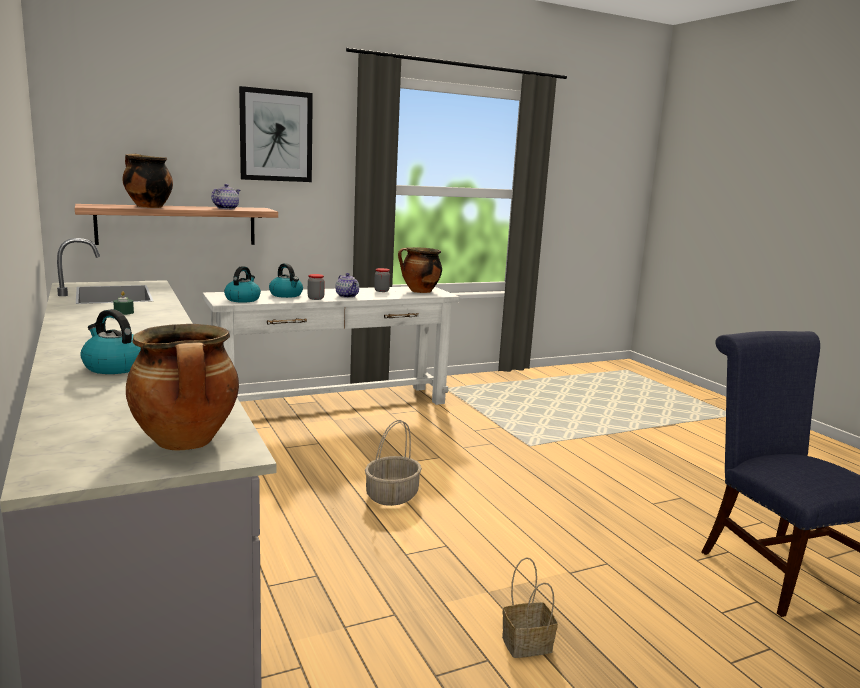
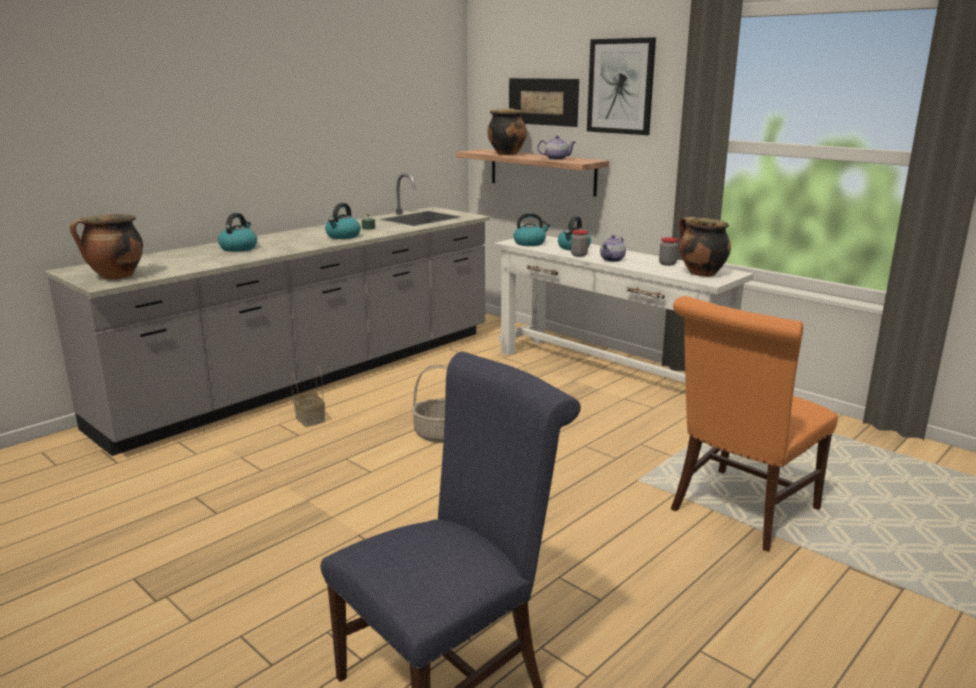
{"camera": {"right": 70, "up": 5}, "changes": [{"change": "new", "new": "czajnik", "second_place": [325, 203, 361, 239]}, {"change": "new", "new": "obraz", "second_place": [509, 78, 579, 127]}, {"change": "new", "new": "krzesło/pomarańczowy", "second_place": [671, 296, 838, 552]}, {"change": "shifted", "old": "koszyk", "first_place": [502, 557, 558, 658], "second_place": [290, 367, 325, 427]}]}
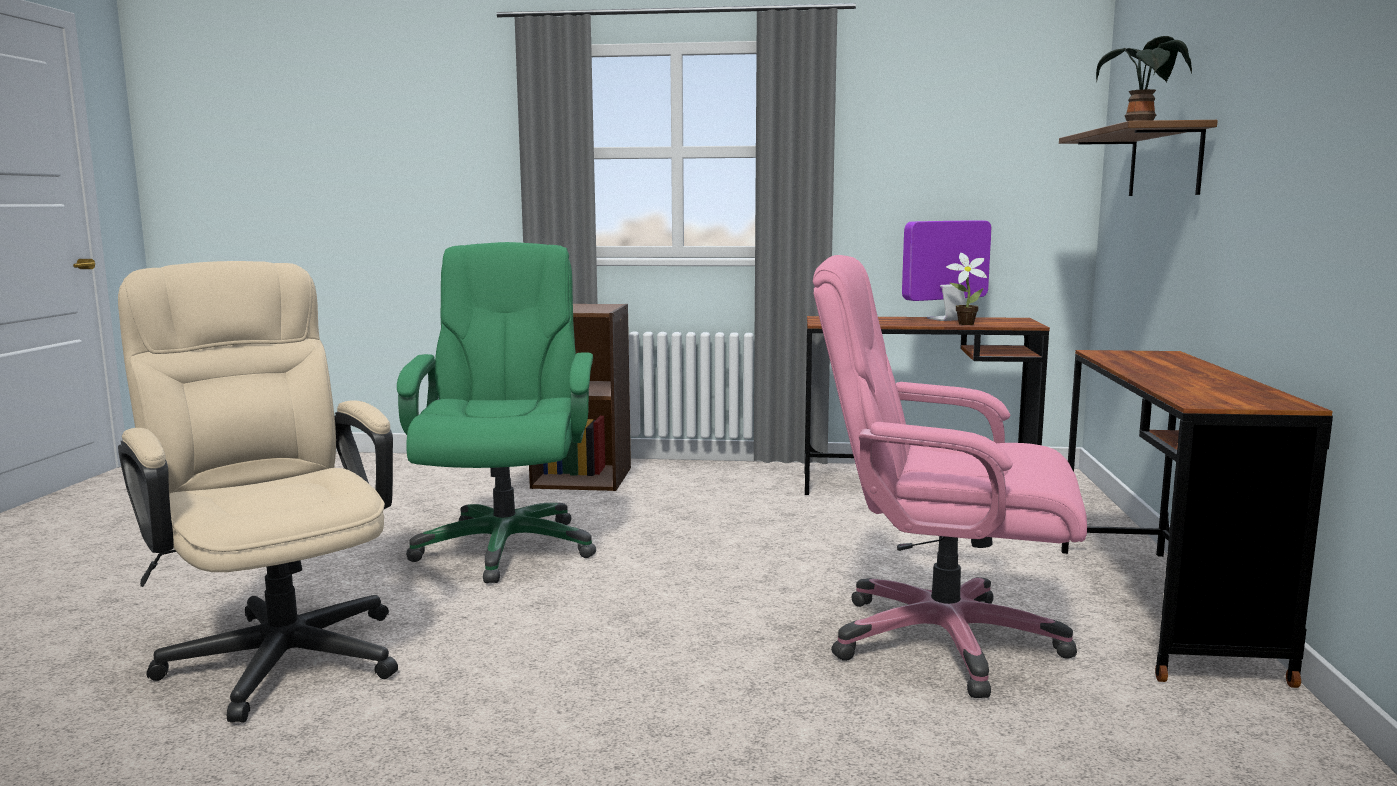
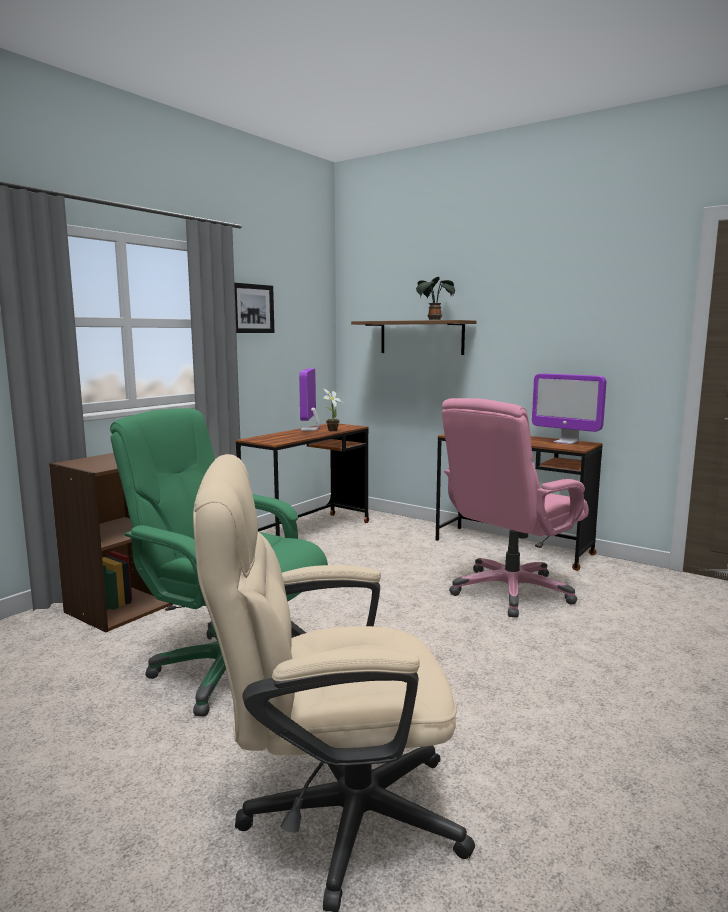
{"camera": {"right": -60, "up": 0}, "changes": [{"change": "new", "new": "obraz", "second_place": [234, 283, 274, 333]}, {"change": "new", "new": "monitor", "second_place": [532, 373, 606, 445]}]}
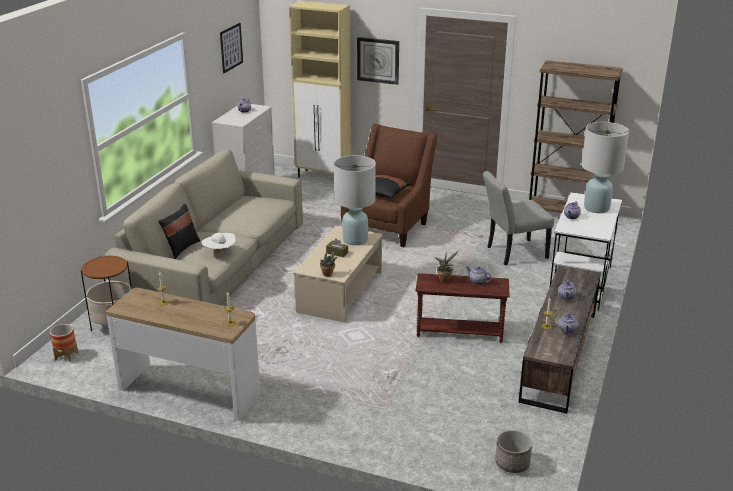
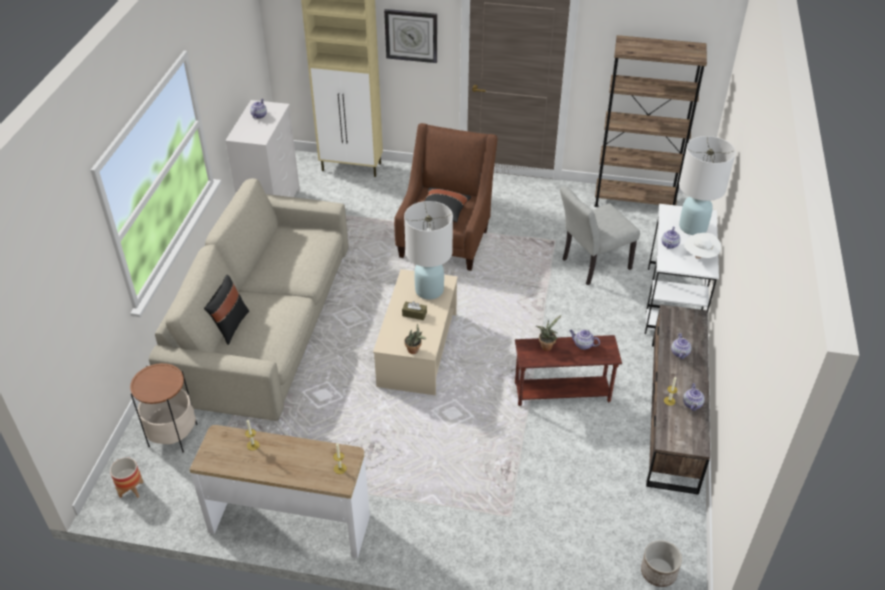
{"camera": {"right": -10, "up": 15}, "changes": [{"change": "gone", "old": "obraz", "first_place": [220, 23, 243, 73]}, {"change": "shifted", "old": "kapelusz/biały", "first_place": [202, 232, 236, 254], "second_place": [684, 233, 721, 259]}]}
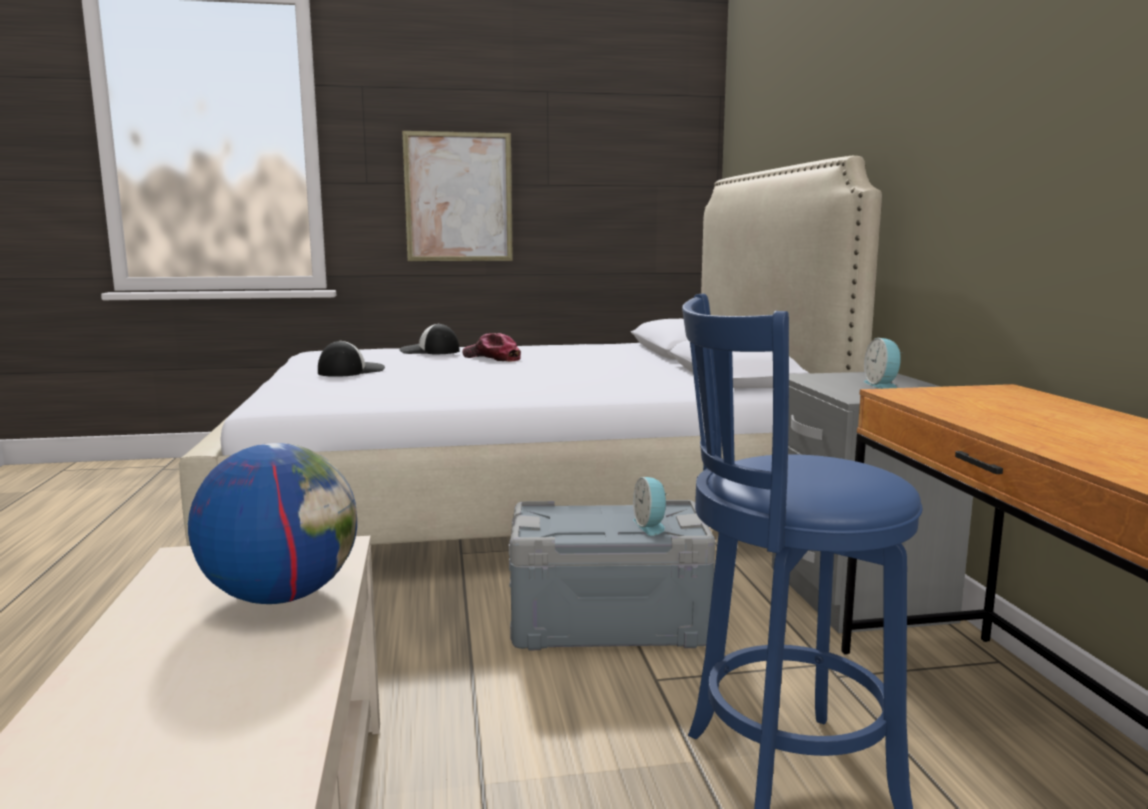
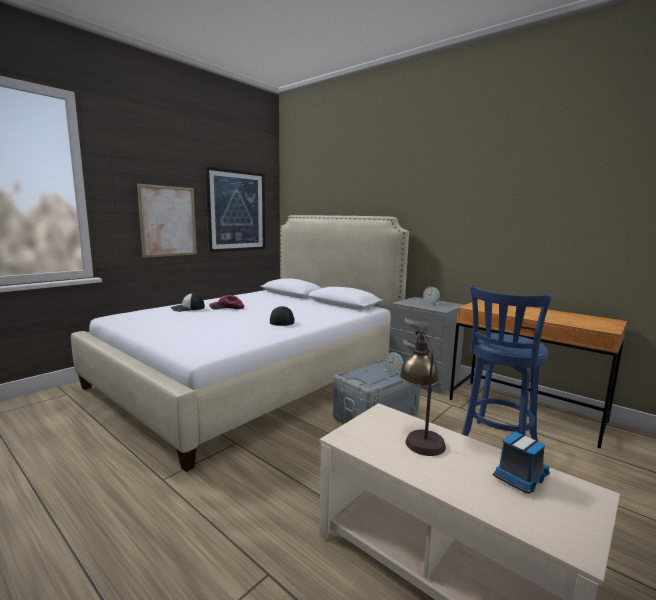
{"camera": {"right": -40, "up": 0}, "changes": [{"change": "new", "new": "obraz", "second_place": [205, 166, 265, 252]}, {"change": "new", "new": "ciężarówka zabawkowa", "second_place": [493, 432, 550, 494]}, {"change": "shifted", "old": "czapka z daszkiem", "first_place": [318, 341, 385, 377], "second_place": [270, 306, 295, 326]}, {"change": "swapped", "old": "globus", "new": "lampa stołowa", "first_place": [188, 443, 357, 604], "second_place": [400, 330, 446, 456]}]}
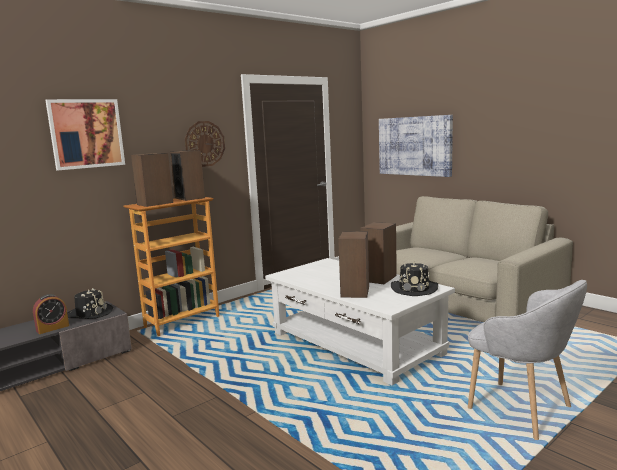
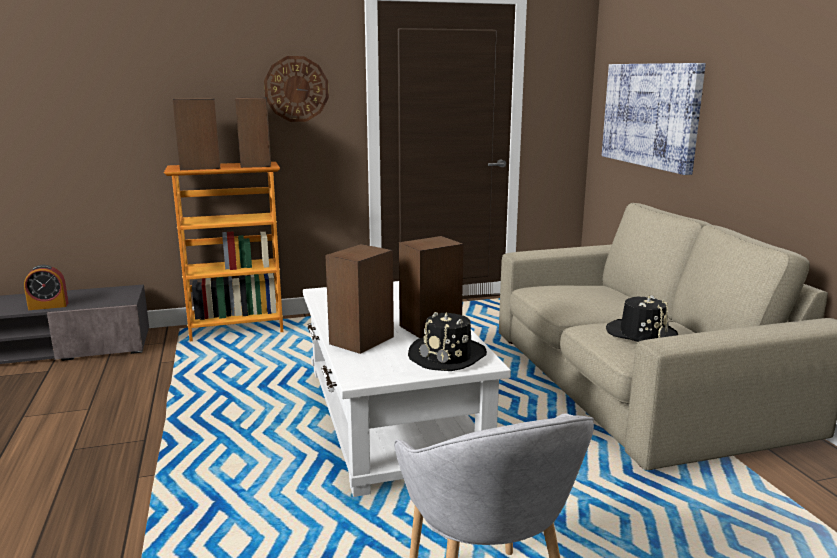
{"camera": {"right": 25, "up": 5}, "changes": [{"change": "gone", "old": "obraz", "first_place": [45, 99, 125, 170]}, {"change": "shifted", "old": "kapelusz/czarny", "first_place": [67, 288, 113, 319], "second_place": [606, 295, 678, 342]}]}
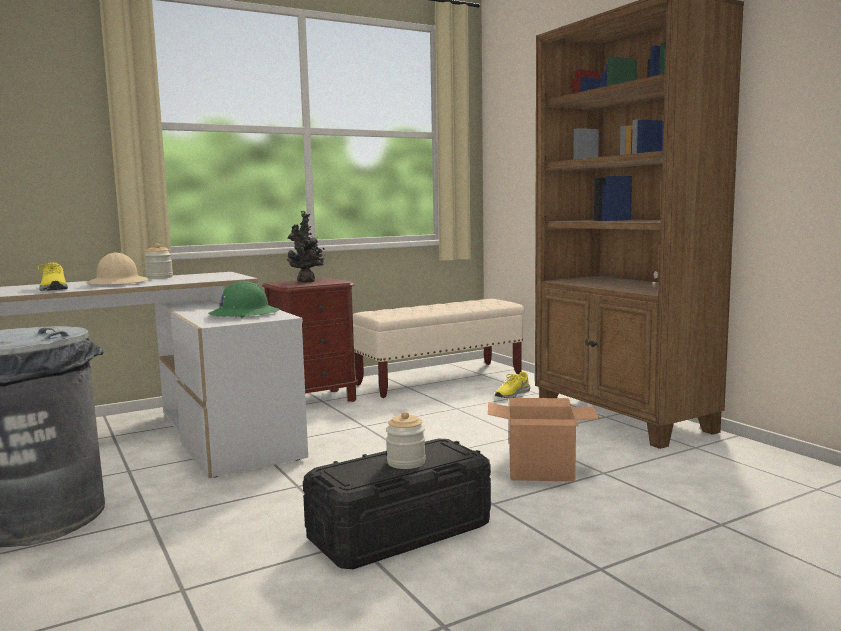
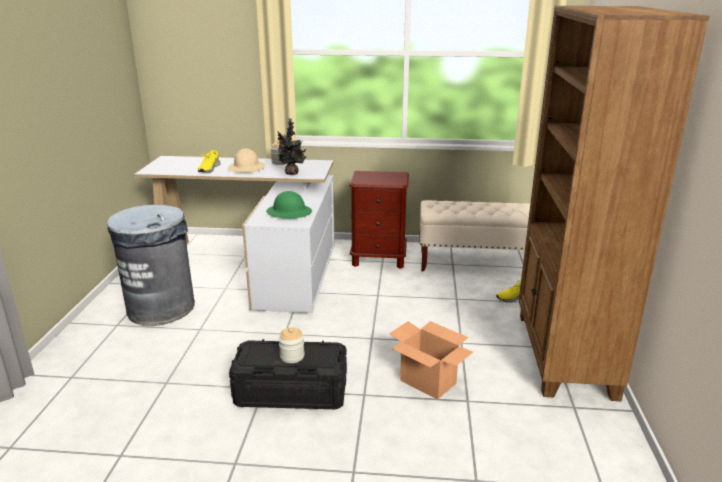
{"camera": {"right": 35, "up": 15}, "changes": [{"change": "shifted", "old": "roślina doniczkowa", "first_place": [287, 211, 325, 282], "second_place": [277, 118, 306, 175]}]}
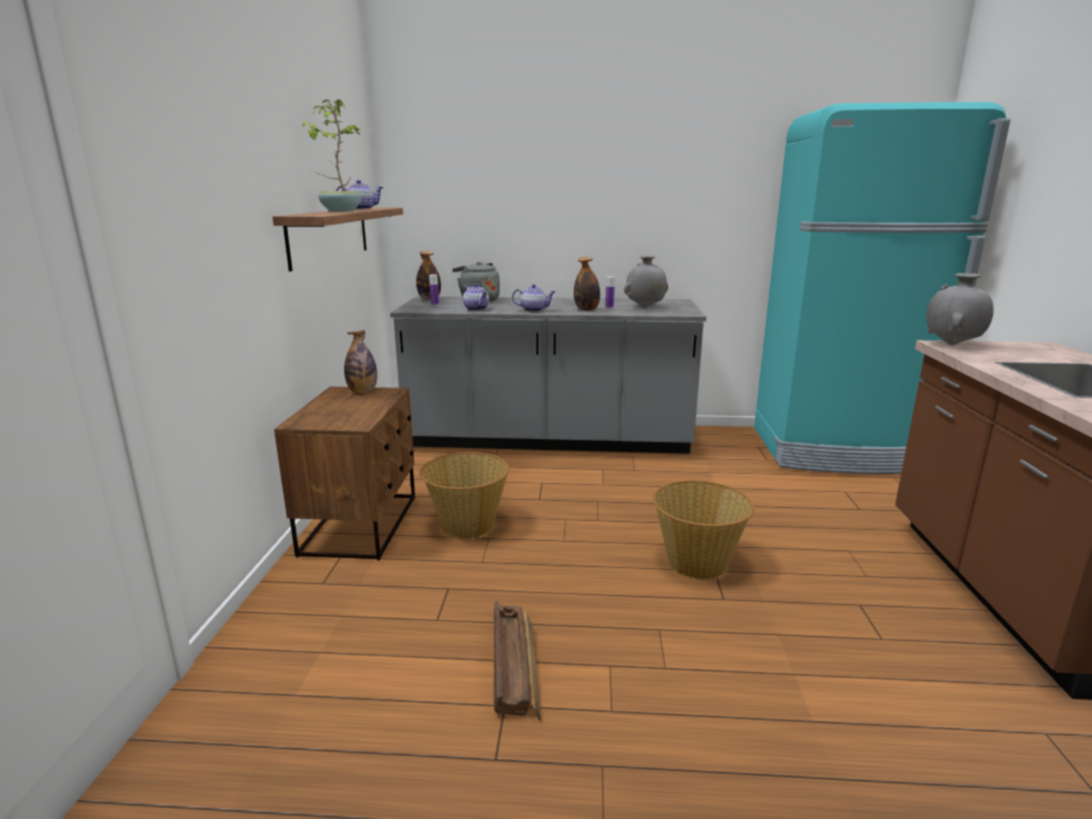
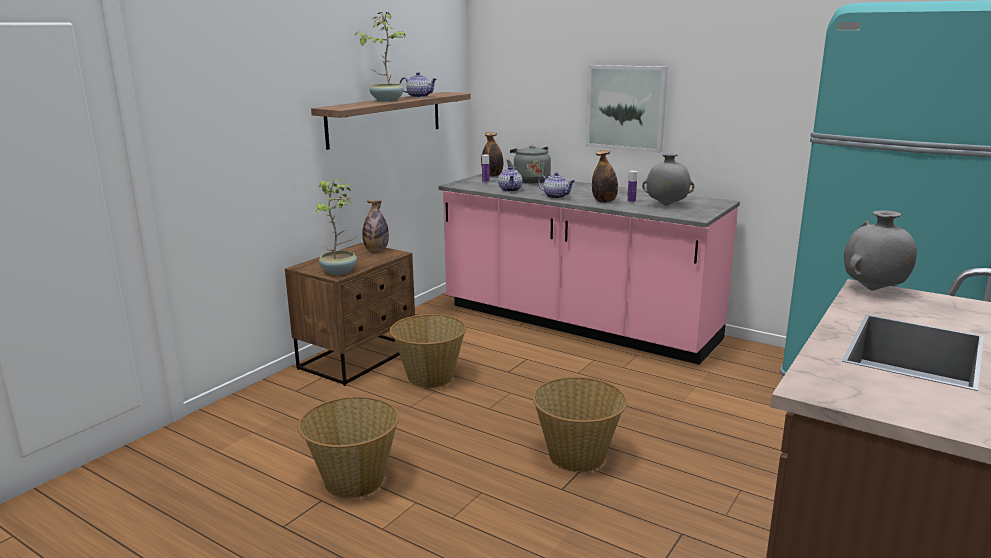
{"camera": {"right": 30, "up": 0}, "changes": [{"change": "new", "new": "roślina doniczkowa", "second_place": [316, 180, 357, 275]}, {"change": "new", "new": "obraz", "second_place": [586, 65, 668, 153]}, {"change": "swapped", "old": "skrzynka", "new": "koszyk", "first_place": [494, 601, 541, 721], "second_place": [298, 396, 399, 498]}, {"change": "repainted", "old": "zabudowa kuchenna/szary", "new": "zabudowa kuchenna/różowy", "first_place": [390, 296, 706, 454], "second_place": [438, 174, 740, 365]}]}
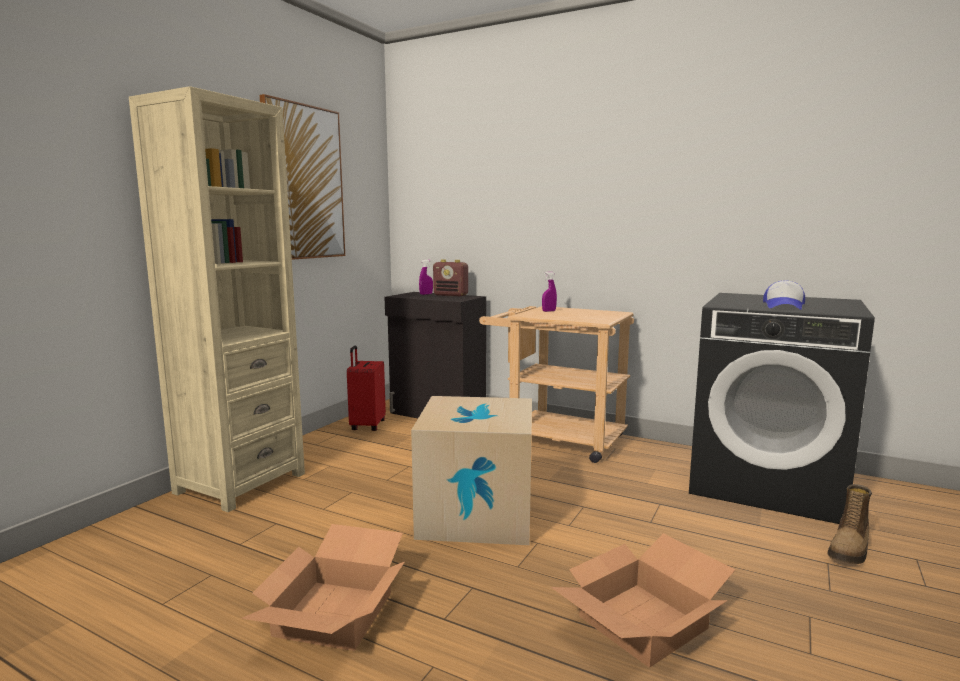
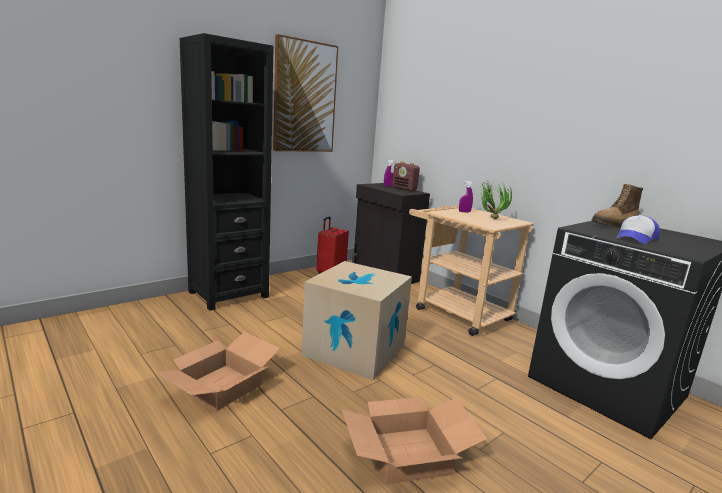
{"camera": {"right": 20, "up": 5}, "changes": [{"change": "new", "new": "roślina doniczkowa", "second_place": [479, 182, 512, 219]}, {"change": "shifted", "old": "but z cholewką", "first_place": [827, 484, 872, 564], "second_place": [591, 184, 643, 228]}, {"change": "repainted", "old": "regał/beżowy", "new": "regał/czarny", "first_place": [129, 86, 305, 512], "second_place": [180, 33, 274, 311]}]}
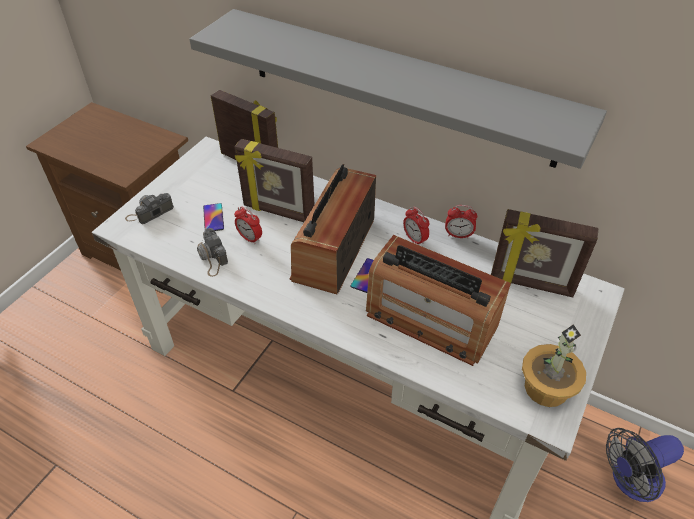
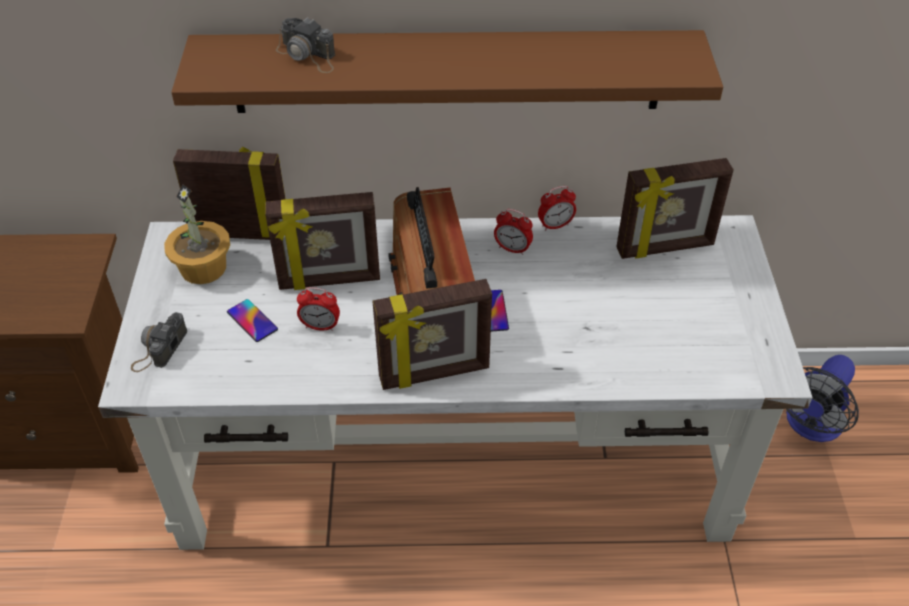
{"camera": {"right": -30, "up": 0}, "changes": [{"change": "gone", "old": "radio", "first_place": [366, 235, 511, 366]}, {"change": "new", "new": "ramka na zdjęcie", "second_place": [372, 279, 492, 390]}, {"change": "shifted", "old": "aparat fotograficzny", "first_place": [197, 228, 228, 277], "second_place": [276, 17, 335, 73]}, {"change": "shifted", "old": "roślina doniczkowa", "first_place": [522, 324, 586, 407], "second_place": [164, 185, 230, 284]}, {"change": "repainted", "old": "półka/szary", "new": "półka/brązowy", "first_place": [189, 9, 607, 169], "second_place": [171, 30, 723, 113]}]}
